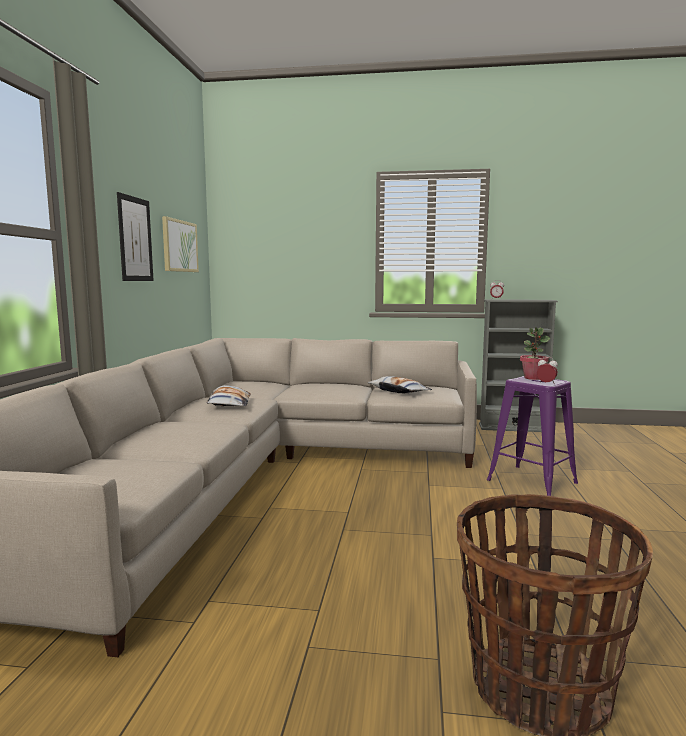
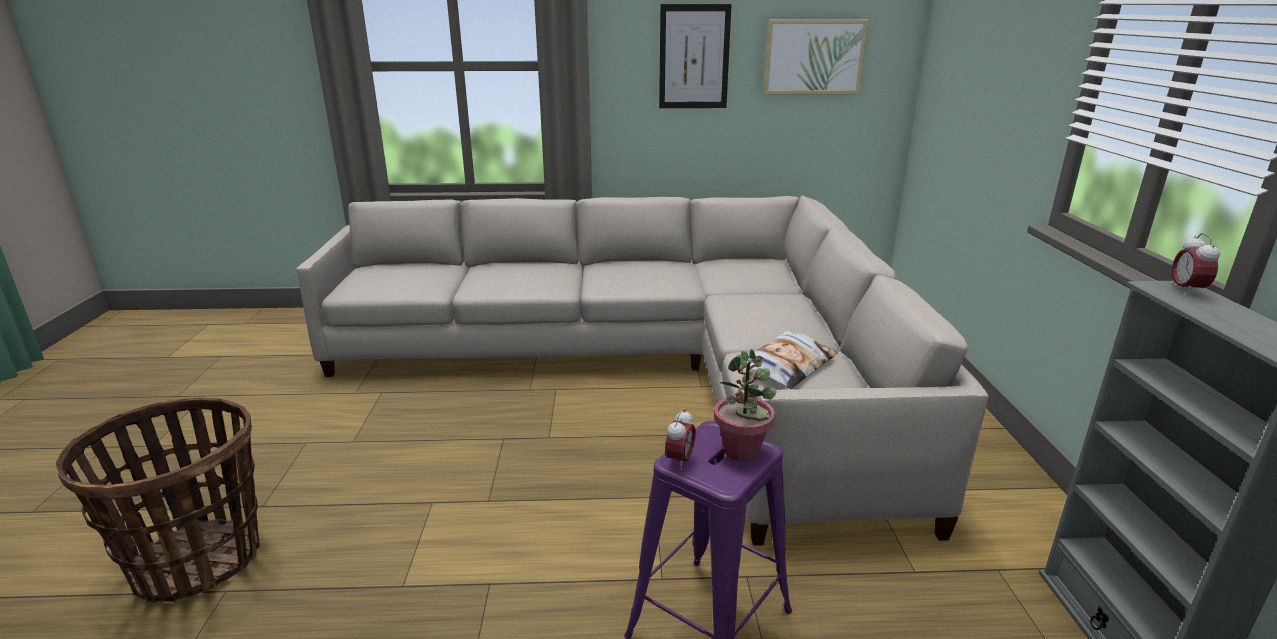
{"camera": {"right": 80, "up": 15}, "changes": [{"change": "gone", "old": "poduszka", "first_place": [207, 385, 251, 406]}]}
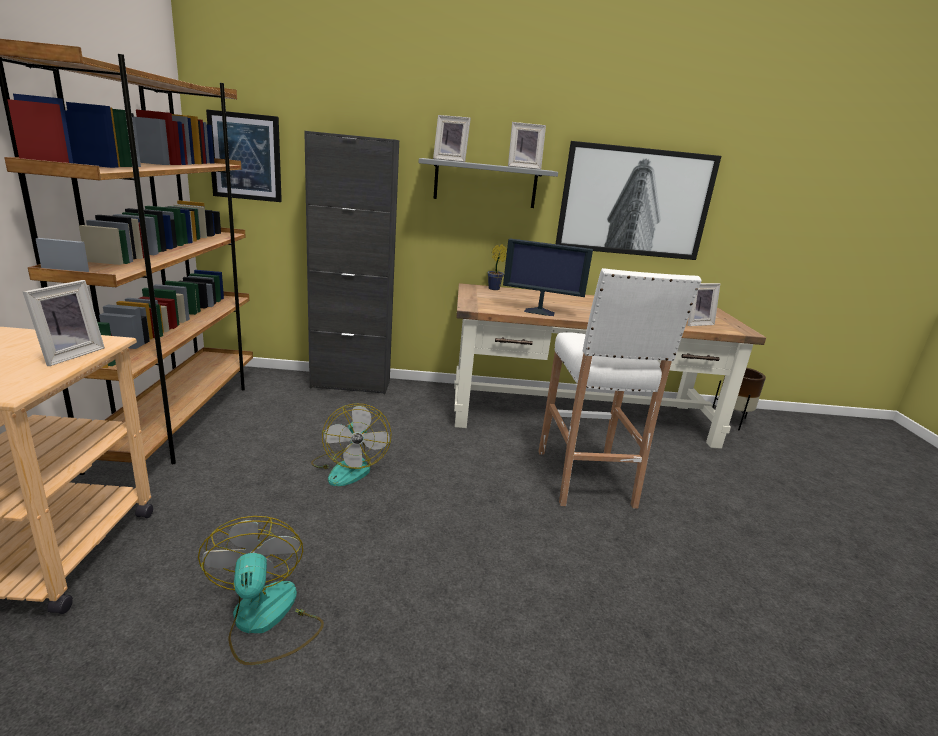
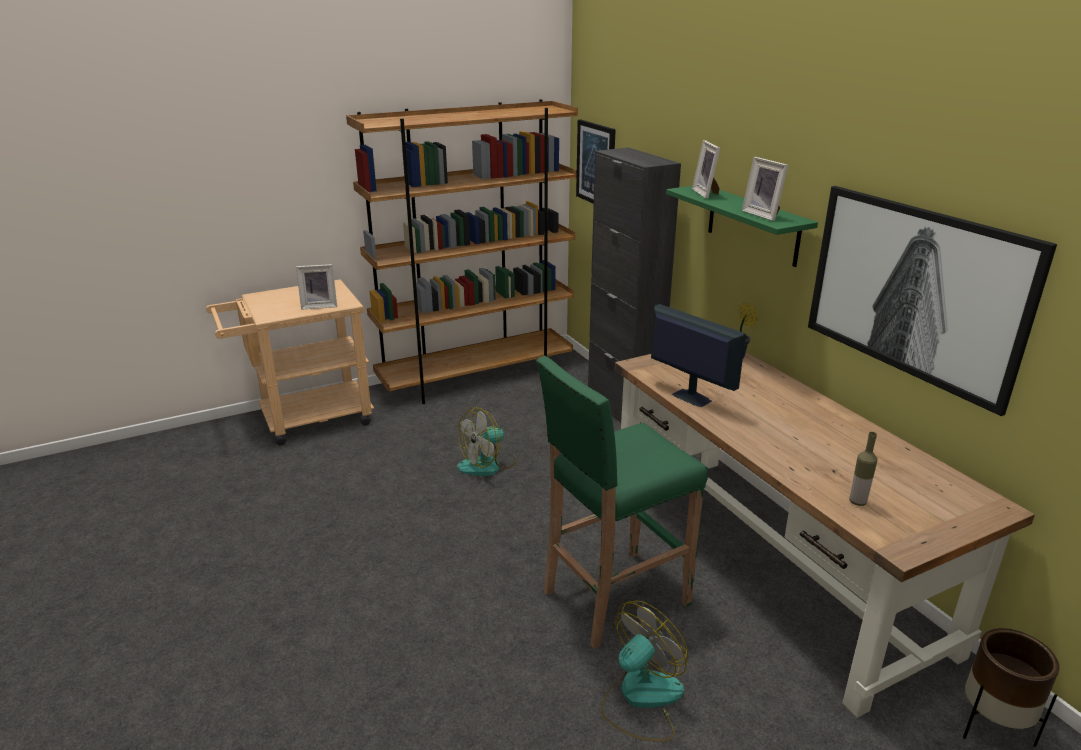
{"camera": {"right": 65, "up": 5}, "changes": [{"change": "shifted", "old": "wentylator", "first_place": [198, 516, 324, 665], "second_place": [601, 600, 688, 742]}, {"change": "swapped", "old": "ramka na zdjęcie", "new": "butelka", "first_place": [687, 283, 720, 326], "second_place": [850, 432, 877, 506]}, {"change": "repainted", "old": "półka/szary", "new": "półka/zielony", "first_place": [419, 158, 558, 208], "second_place": [666, 186, 818, 267]}, {"change": "repainted", "old": "stołek/biały", "new": "stołek/zielony", "first_place": [539, 268, 702, 509], "second_place": [536, 356, 708, 649]}, {"change": "rotated", "old": "monitor", "first_place": [503, 239, 593, 316], "second_place": [651, 304, 746, 407], "degrees": 150}]}
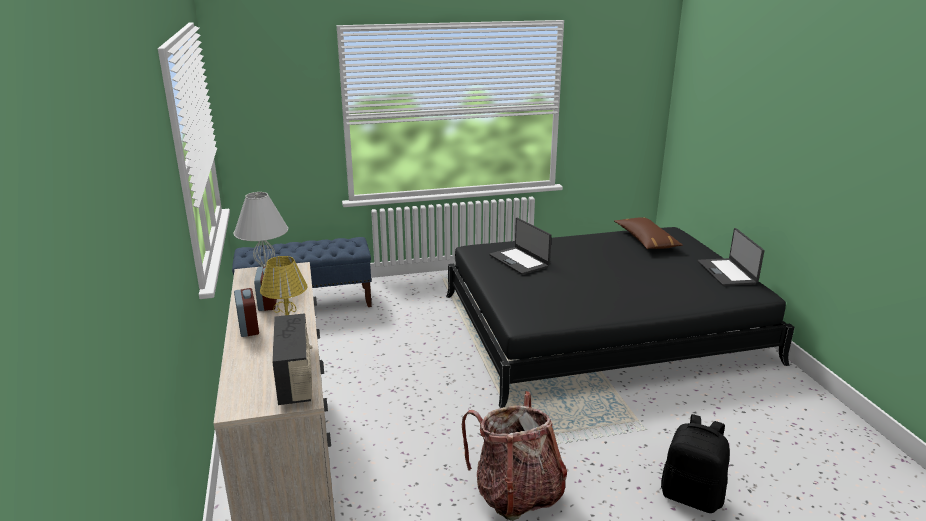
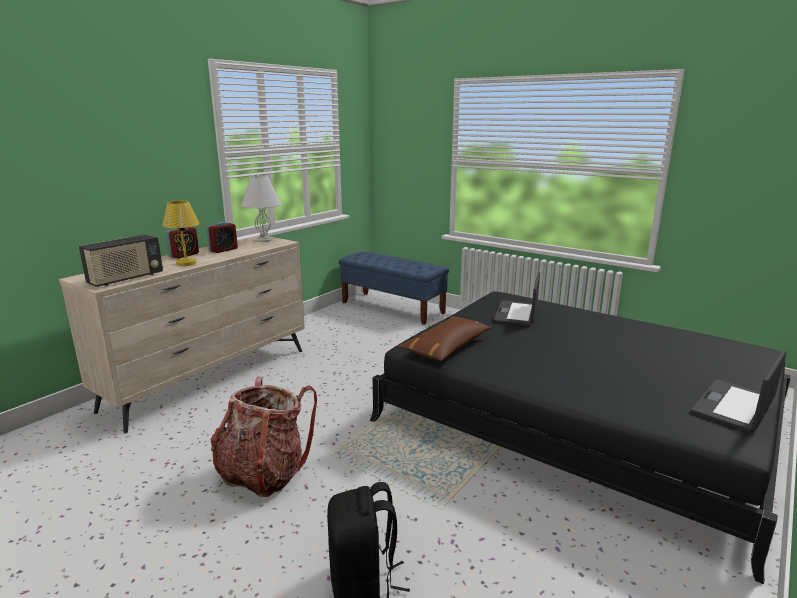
{"camera": {"right": 50, "up": -5}, "changes": [{"change": "shifted", "old": "poduszka/brązowy", "first_place": [614, 217, 683, 249], "second_place": [397, 316, 492, 361]}]}
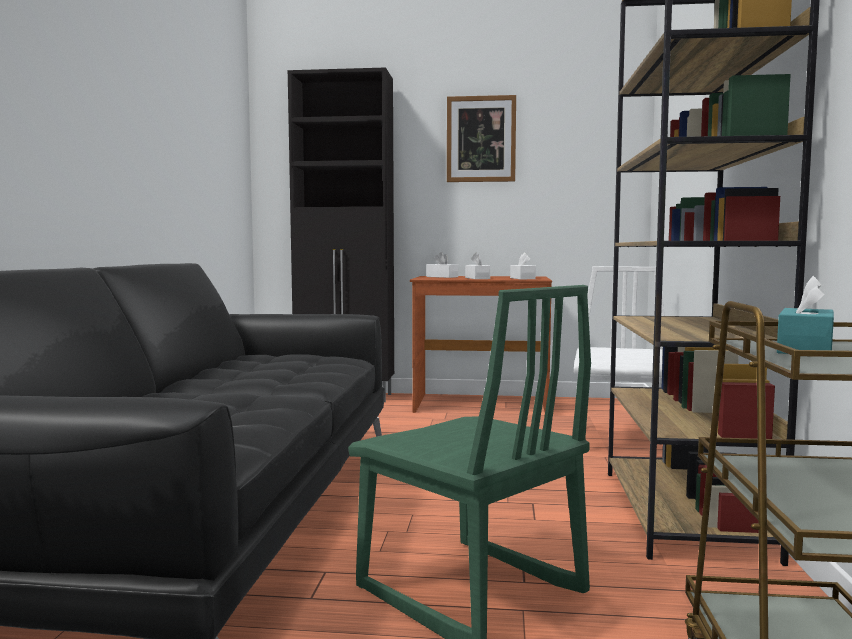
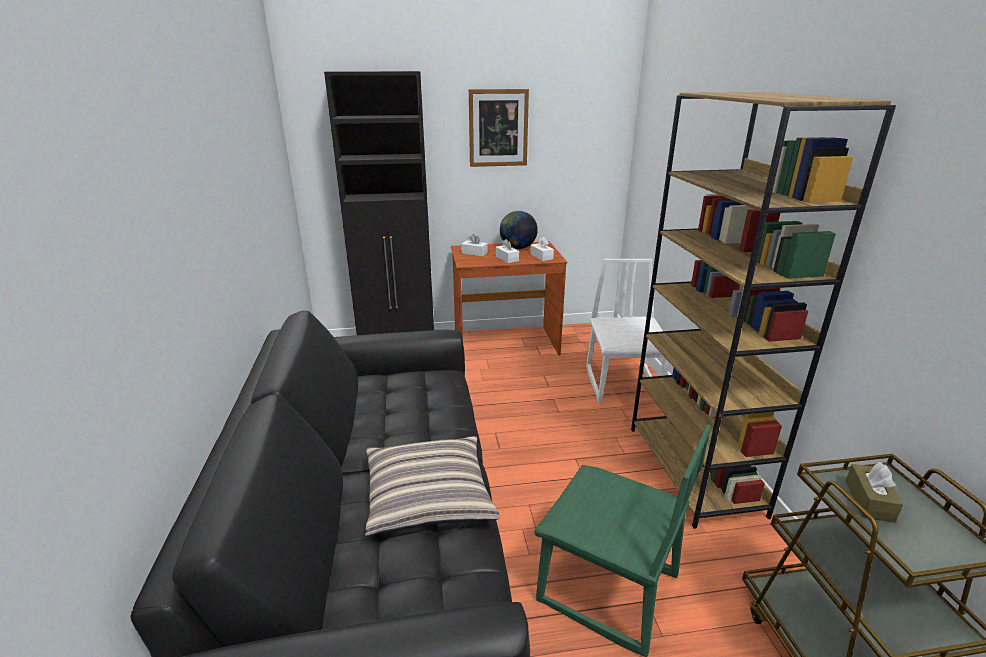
{"camera": {"right": -15, "up": 20}, "changes": [{"change": "new", "new": "poduszka", "second_place": [365, 436, 500, 536]}, {"change": "new", "new": "globus", "second_place": [500, 211, 538, 249]}, {"change": "repainted", "old": "pudełko chusteczek/turkusowy", "new": "pudełko chusteczek/brązowy", "first_place": [777, 276, 834, 354], "second_place": [846, 462, 903, 523]}]}
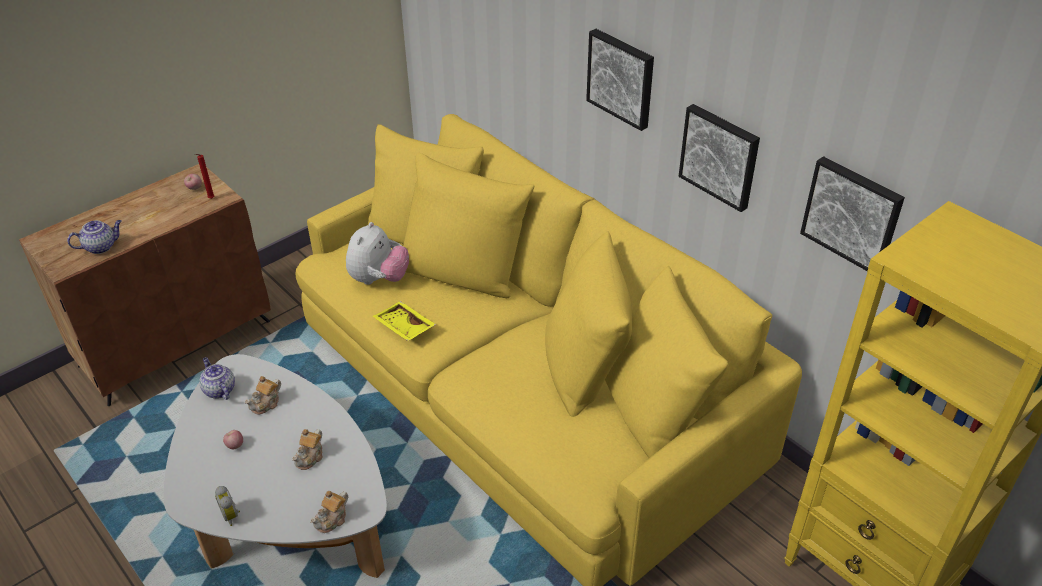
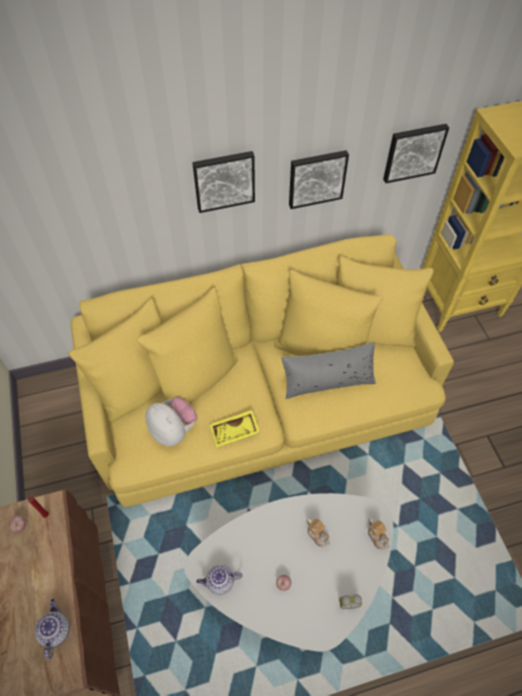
{"camera": {"right": -65, "up": 15}, "changes": [{"change": "gone", "old": "imbryk", "first_place": [245, 376, 281, 415]}, {"change": "new", "new": "poduszka/szary", "second_place": [281, 342, 376, 399]}]}
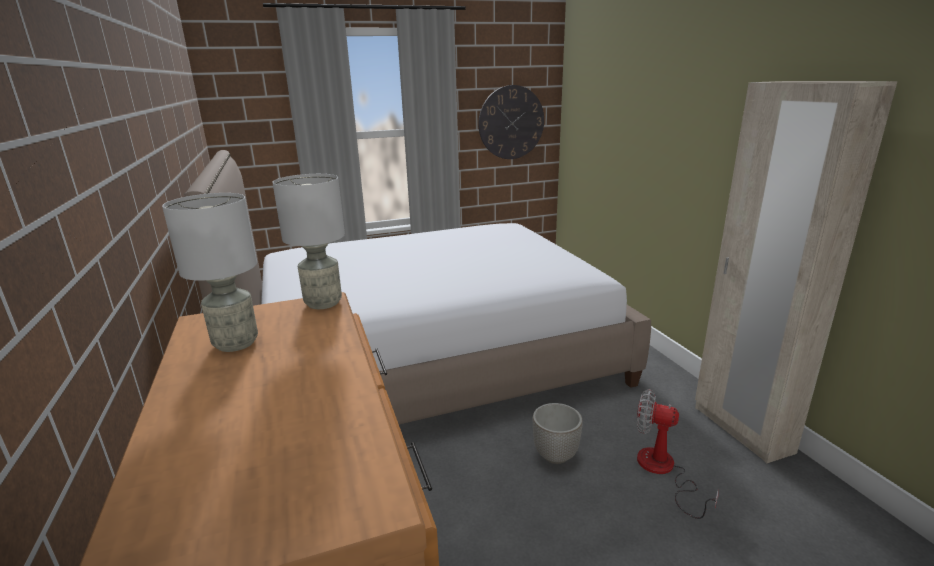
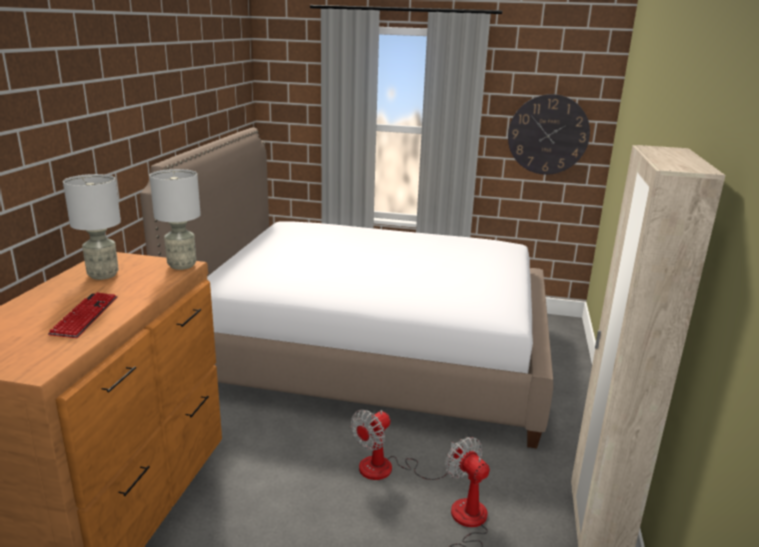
{"camera": {"right": 30, "up": 0}, "changes": [{"change": "new", "new": "klawiatura", "second_place": [48, 292, 118, 338]}, {"change": "swapped", "old": "donica", "new": "wentylator", "first_place": [533, 403, 583, 464], "second_place": [351, 410, 459, 480]}]}
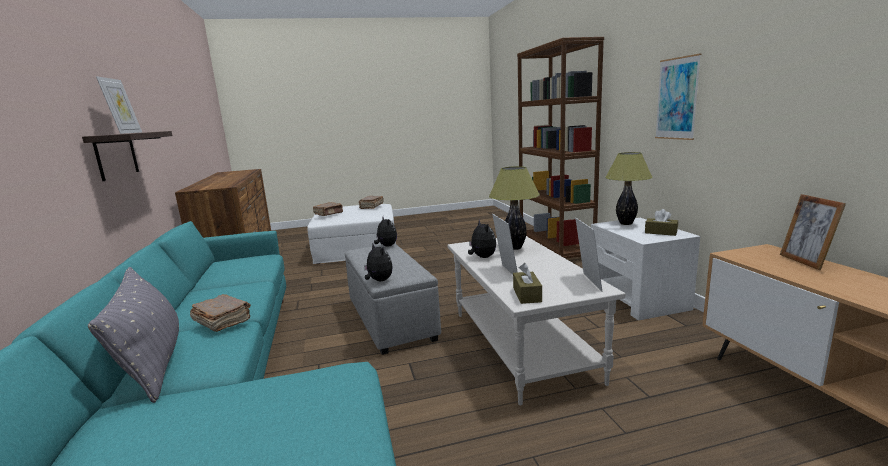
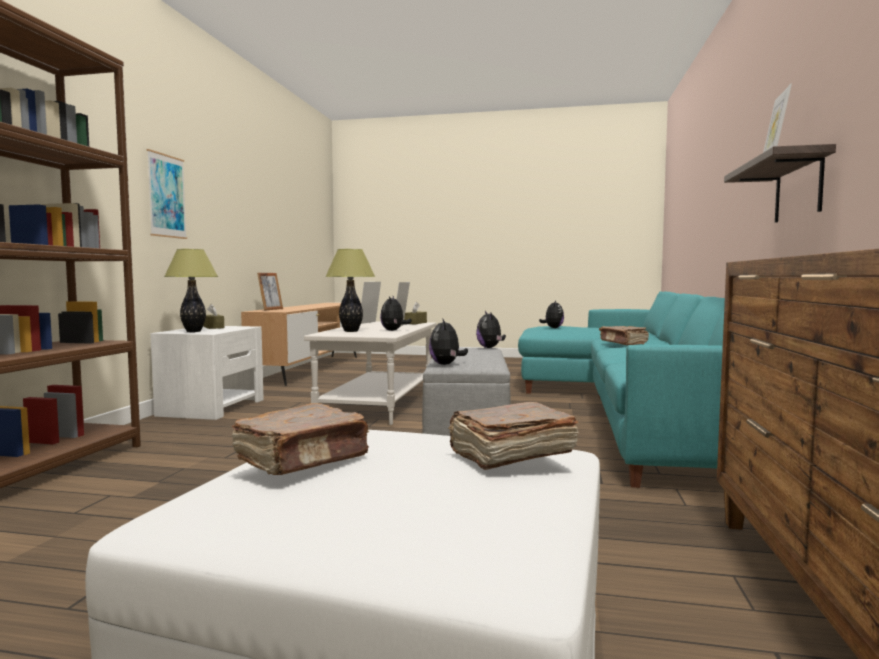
{"camera": {"right": -155, "up": -10}, "changes": [{"change": "gone", "old": "poduszka/szary", "first_place": [88, 267, 179, 403]}, {"change": "new", "new": "pluszak", "second_place": [539, 301, 564, 328]}]}
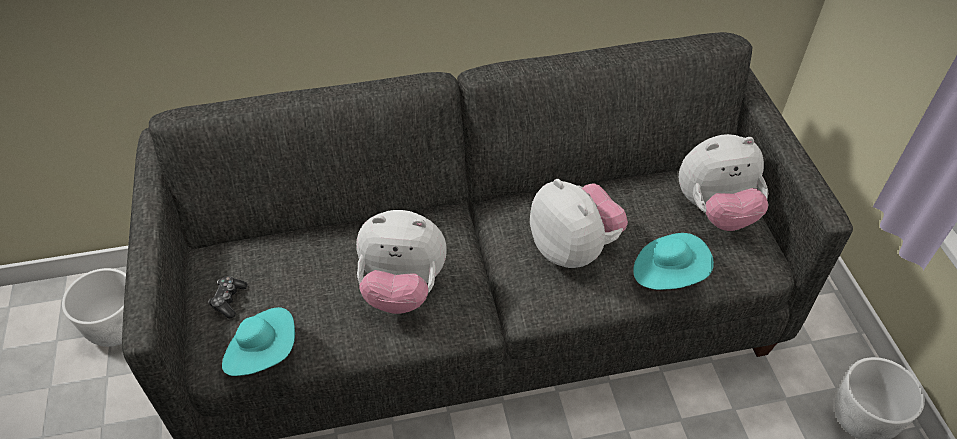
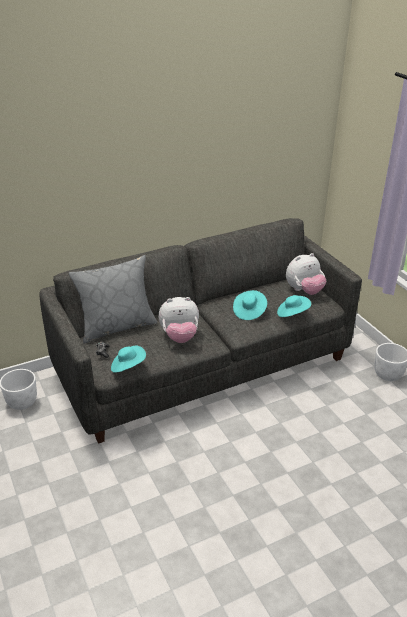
{"camera": {"right": -15, "up": -15}, "changes": [{"change": "new", "new": "poduszka/szary", "second_place": [69, 255, 157, 343]}, {"change": "swapped", "old": "pluszak", "new": "kapelusz/turkusowy", "first_place": [530, 179, 628, 268], "second_place": [233, 290, 267, 320]}]}
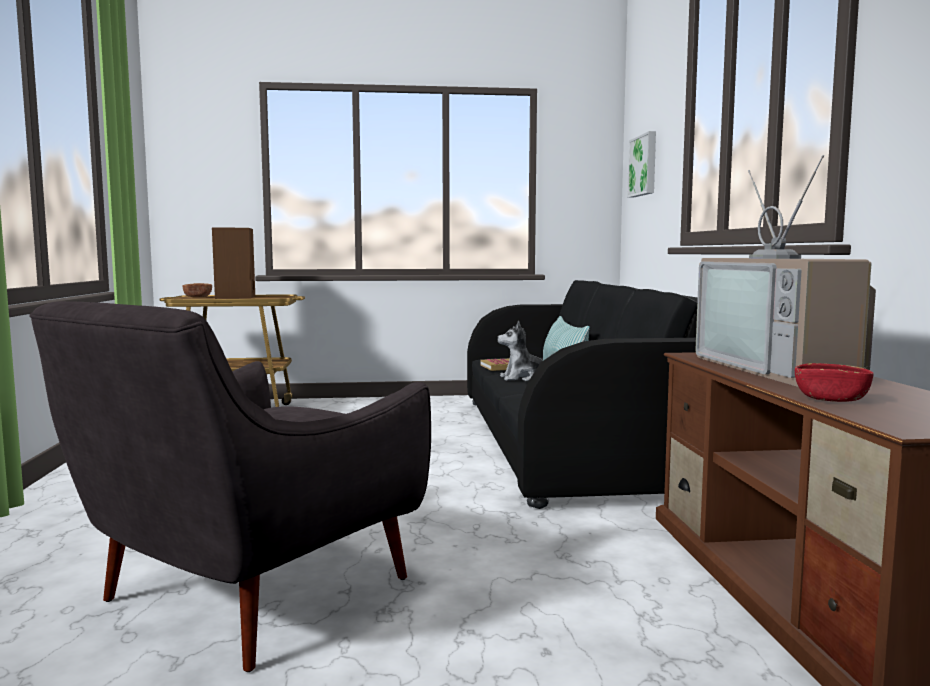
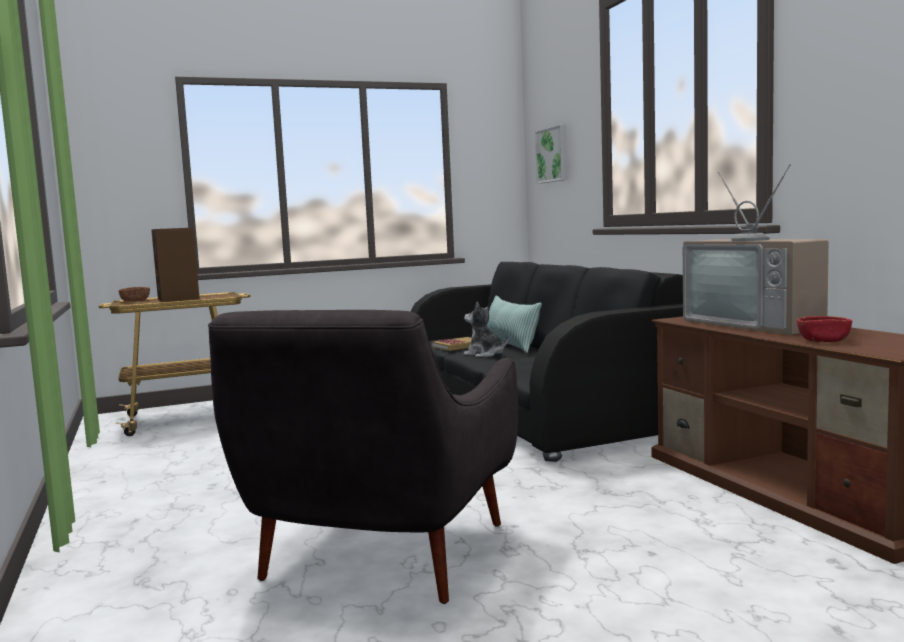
{"camera": {"right": -15, "up": 0}, "changes": [{"change": "rotated", "old": "pluszak", "first_place": [497, 320, 552, 381], "second_place": [463, 302, 509, 357], "degrees": 60}]}
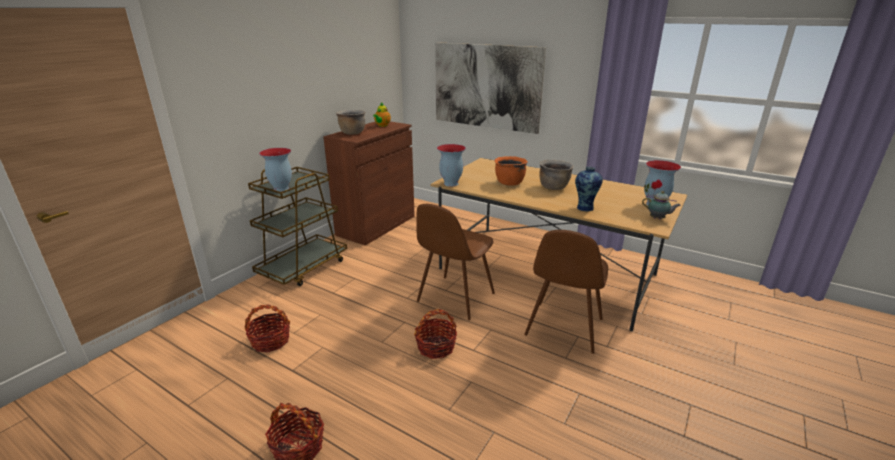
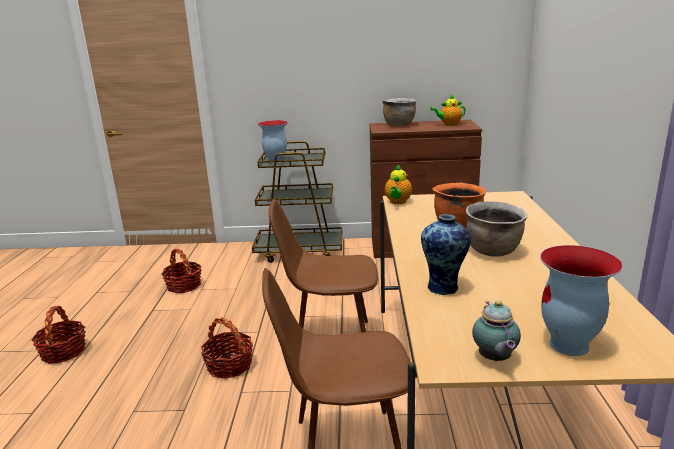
{"camera": {"right": 60, "up": -5}, "changes": [{"change": "gone", "old": "obraz", "first_place": [435, 42, 546, 134]}, {"change": "swapped", "old": "wazon", "new": "imbryk", "first_place": [437, 144, 466, 187], "second_place": [385, 165, 412, 204]}]}
